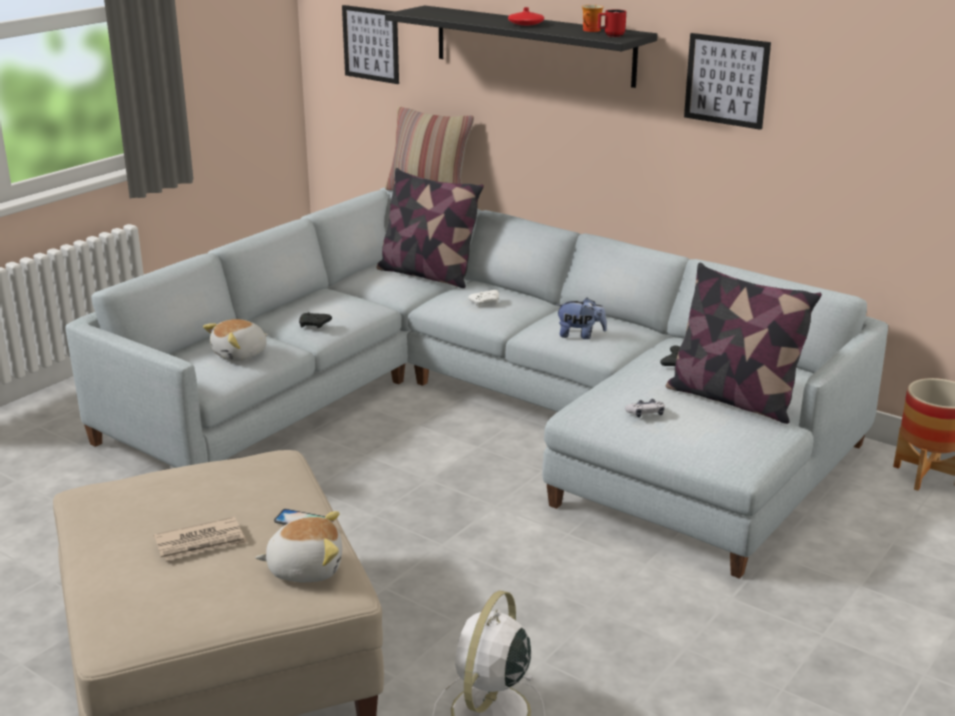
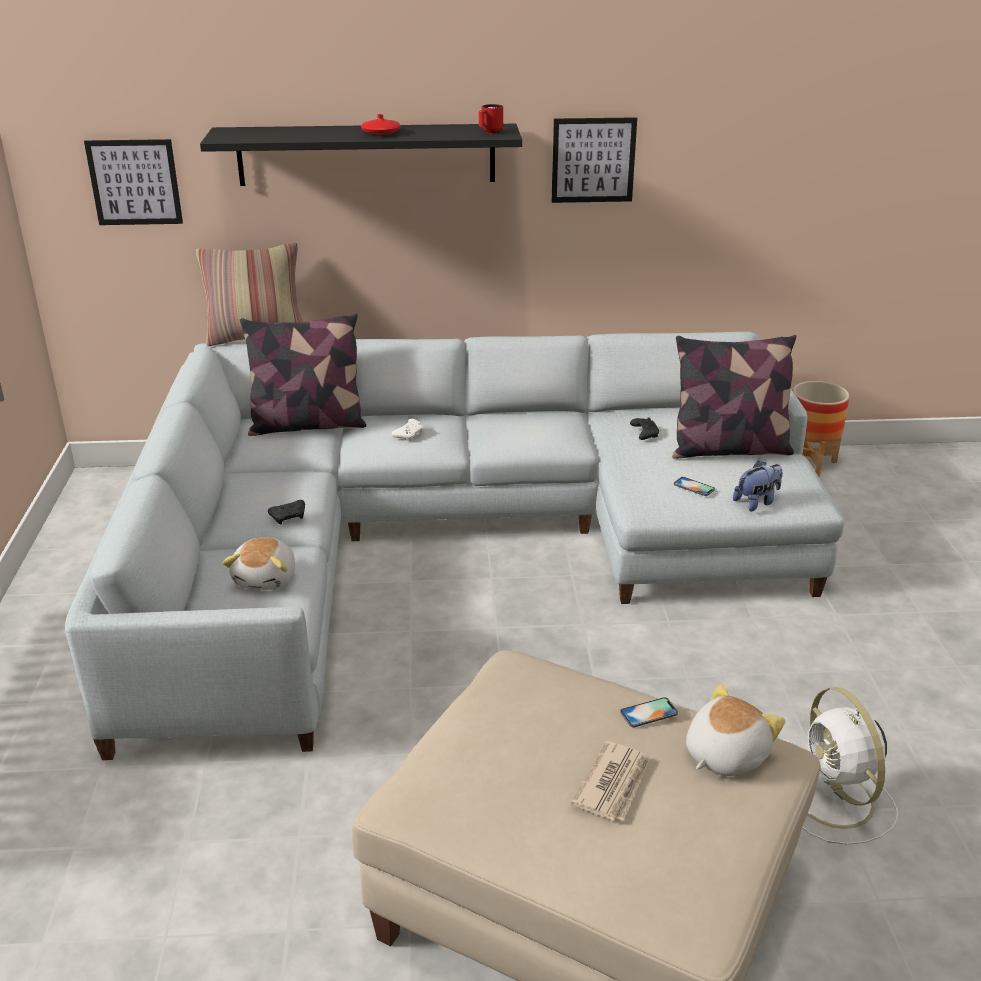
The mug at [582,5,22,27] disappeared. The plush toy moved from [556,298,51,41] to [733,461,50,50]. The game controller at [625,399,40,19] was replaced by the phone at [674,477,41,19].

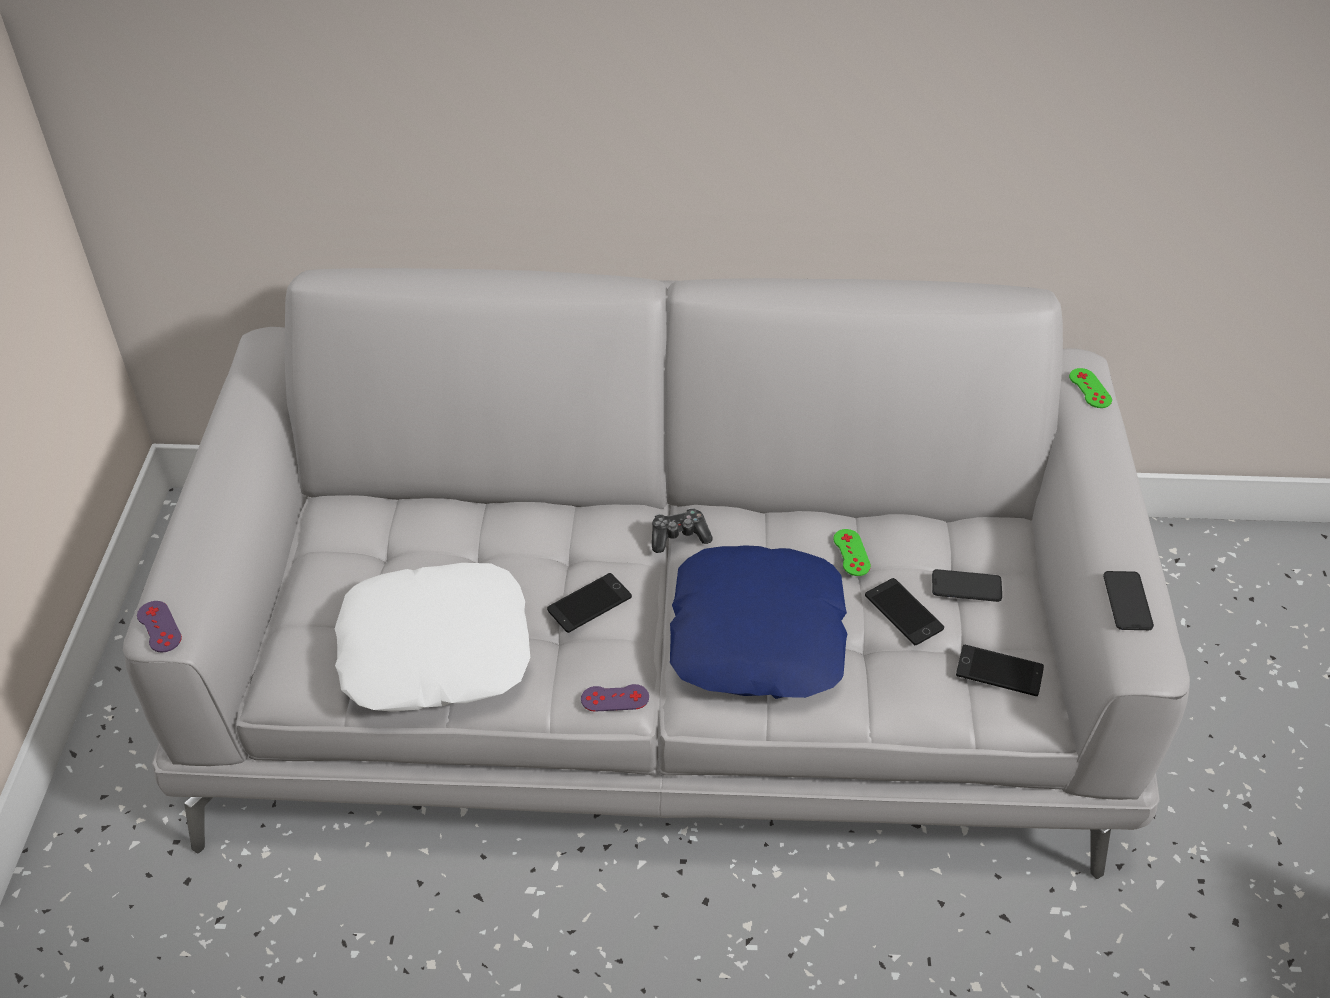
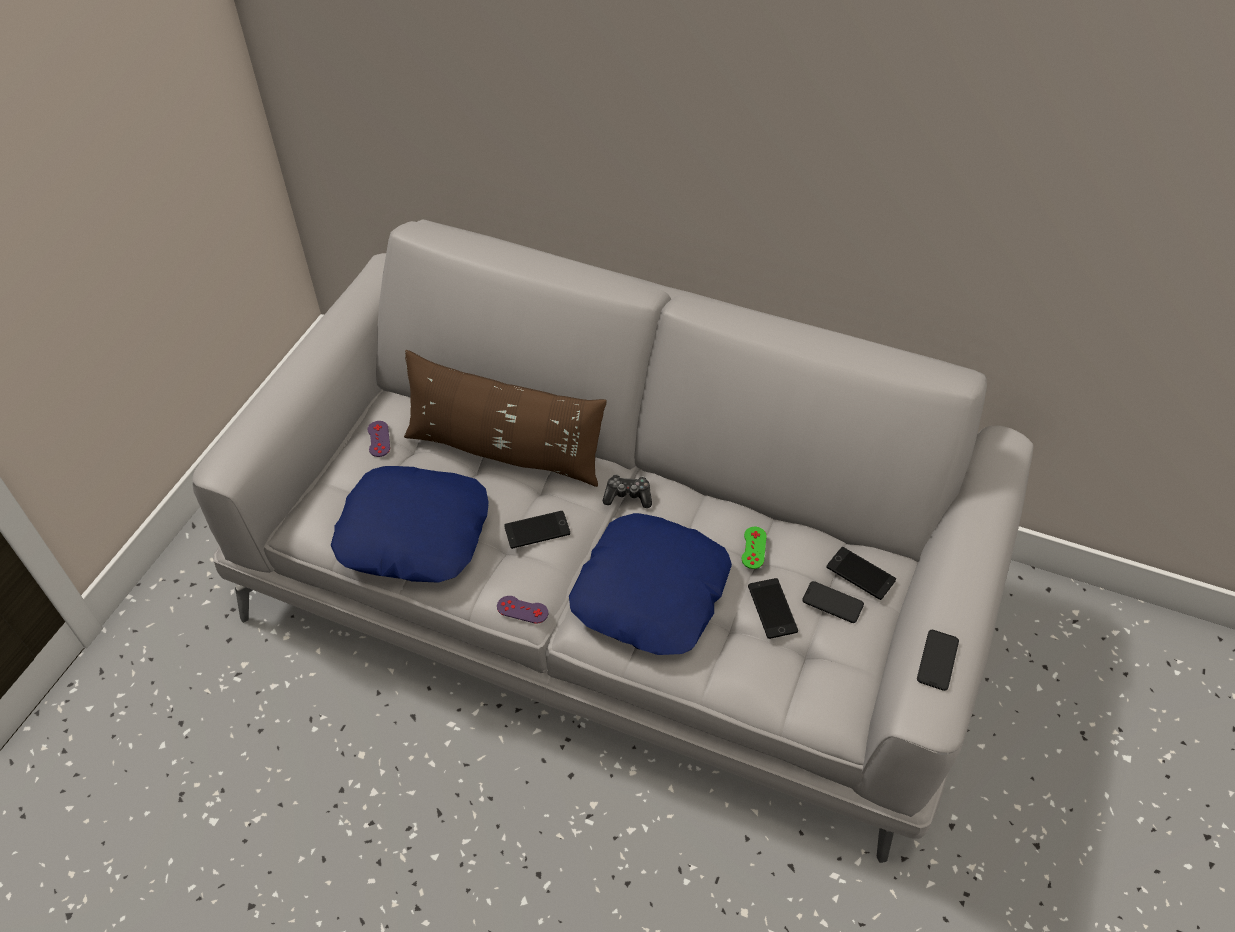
The green game controller at [1069,368,43,40] disappeared. The brown pillow at [404,350,203,137] appeared. The purple game controller moved from [137,601,45,52] to [367,421,23,36]. The phone moved from [956,645,88,51] to [826,547,70,53]. The white pillow at [335,563,195,148] became the blue pillow at [331,466,157,117].

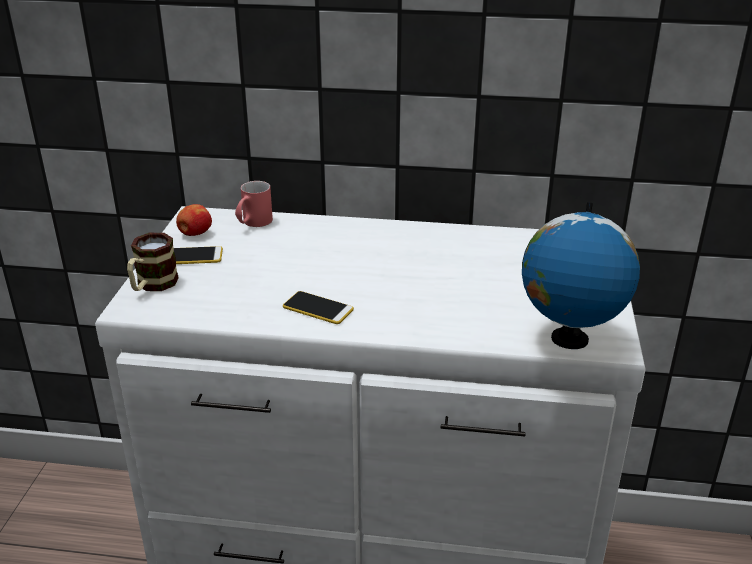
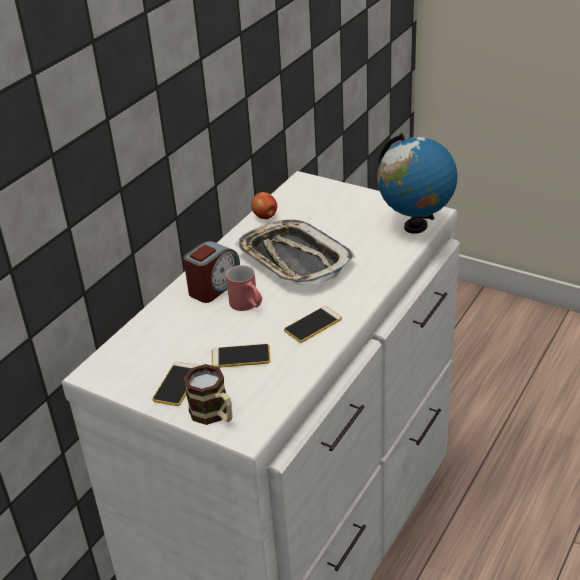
The alarm clock at [183,241,57,62] appeared. The phone at [212,344,58,24] appeared. The tray at [235,220,120,66] appeared. The apple moved from [176,204,36,32] to [251,192,26,27]. The red mug moved from [235,181,38,46] to [226,265,36,46].

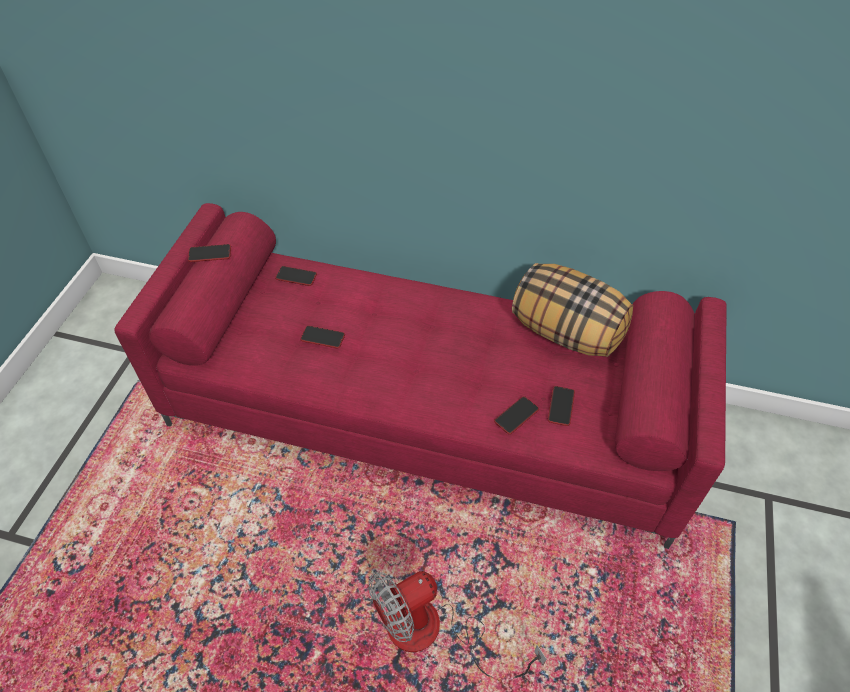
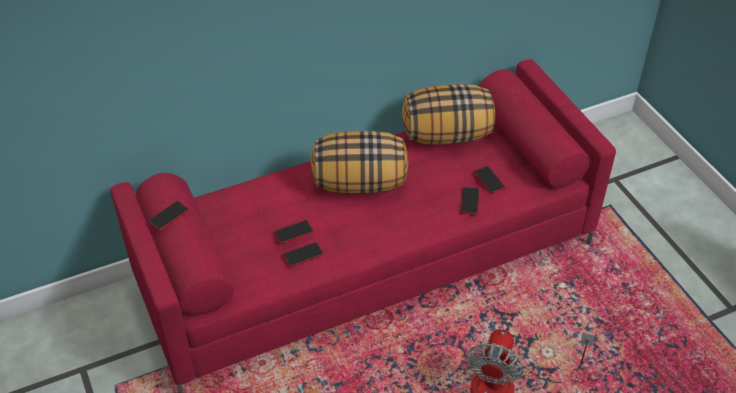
The pillow at [311,131,98,62] appeared. The phone moved from [275,266,42,20] to [283,242,40,25].

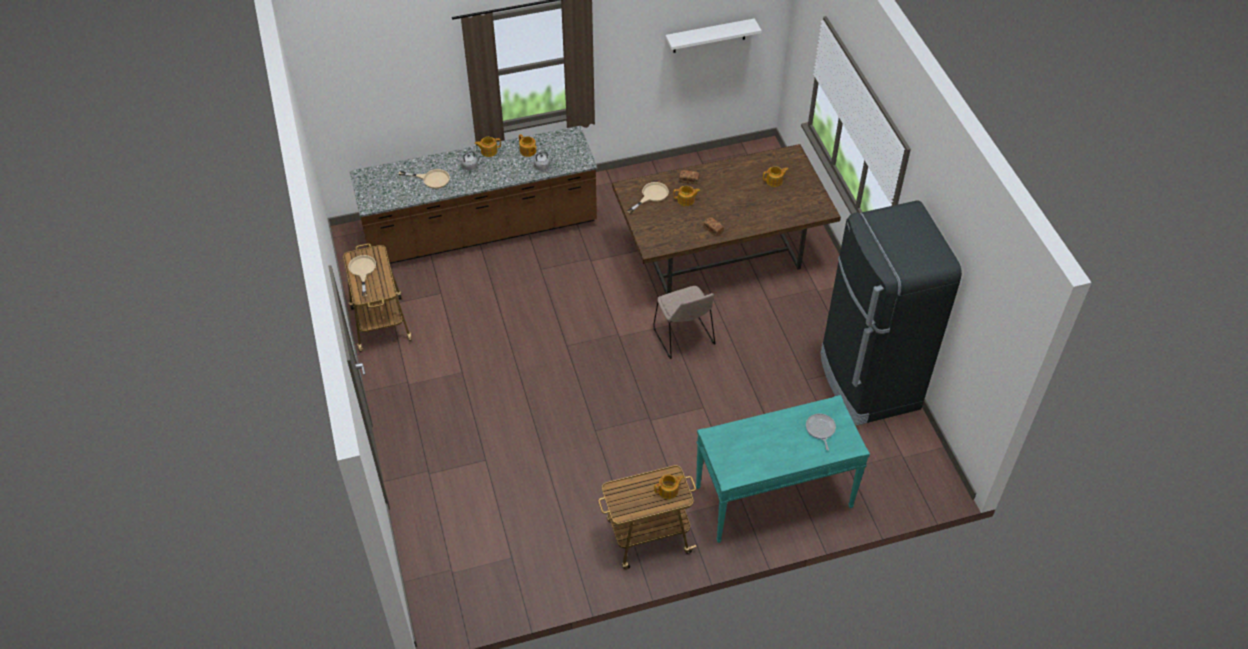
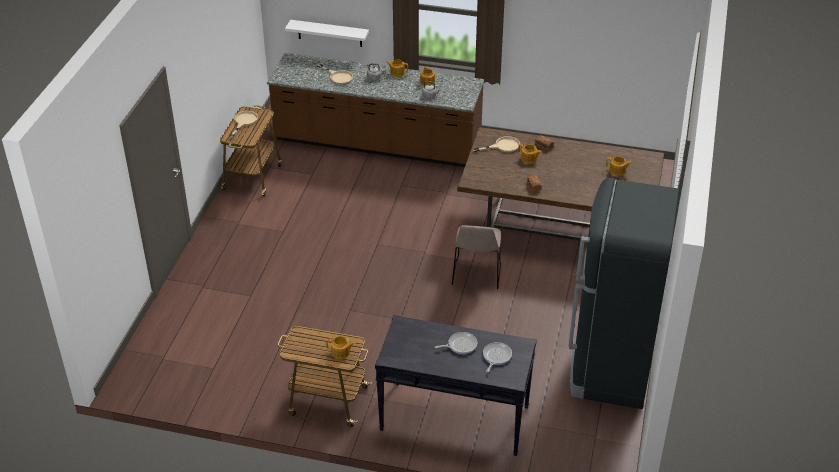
The frying pan at [435,332,42,22] appeared. The white shelf moved from [665,18,97,35] to [285,20,84,27]. The turquoise console table at [696,395,174,148] became the black console table at [375,315,162,141].

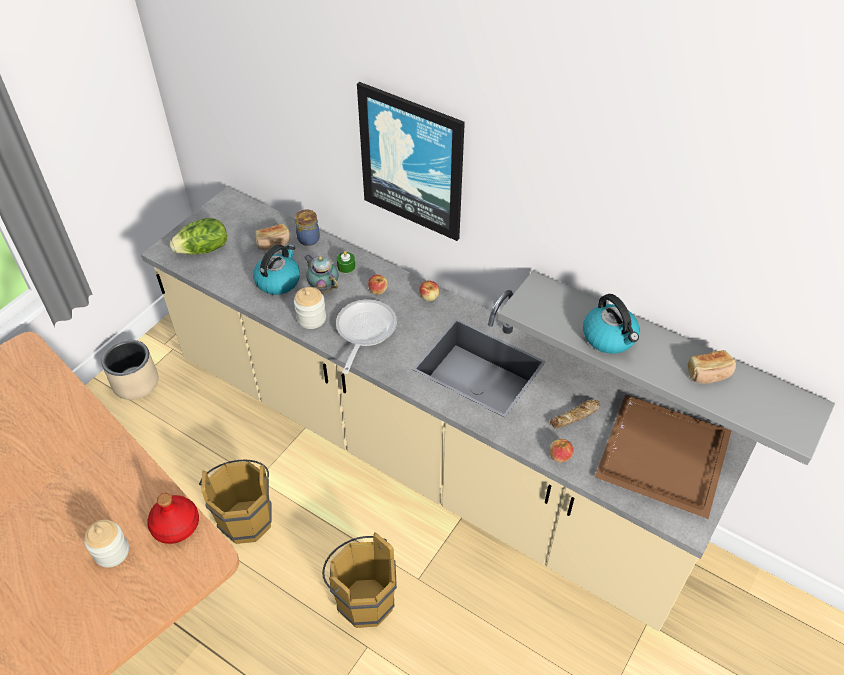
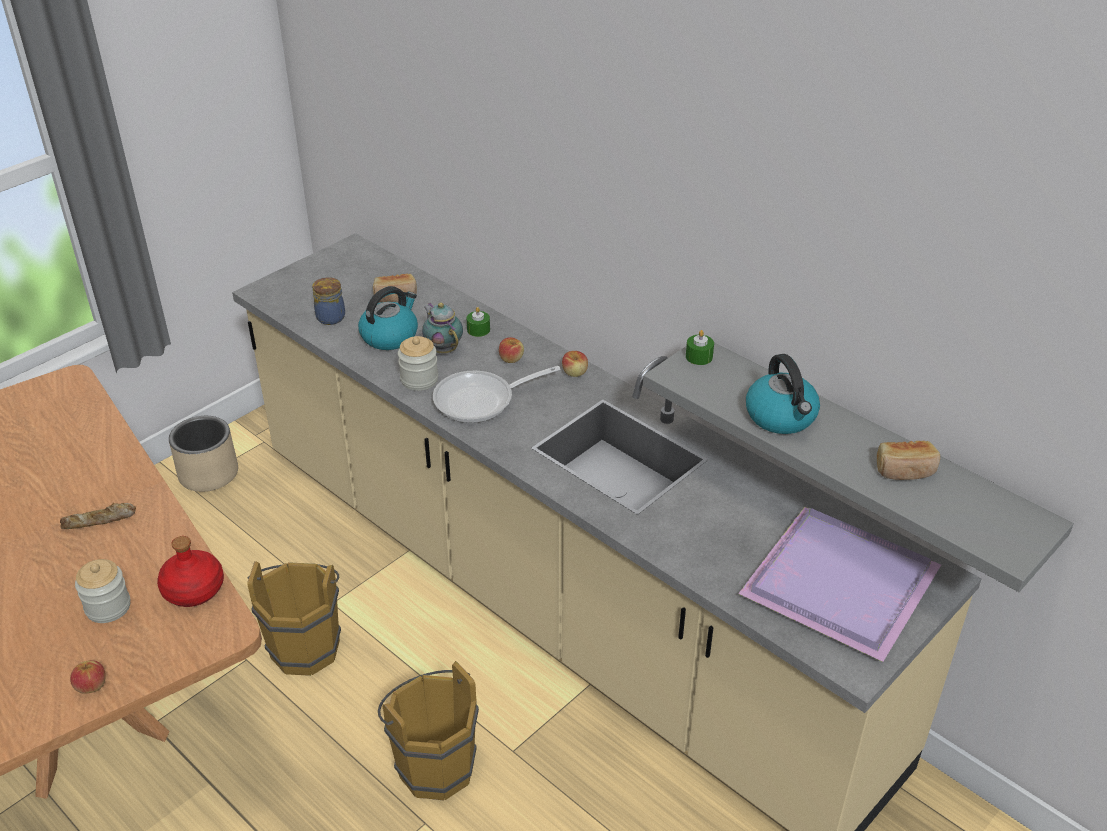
The lettuce at [170,218,57,37] disappeared. The picture at [357,82,108,159] disappeared. The green candle at [686,330,28,35] appeared. The jar moved from [295,210,25,36] to [312,277,33,48]. The apple moved from [549,439,25,23] to [70,660,36,34]. The bread moved from [550,399,50,29] to [60,503,76,26]. The brown tray at [595,394,137,125] became the purple tray at [738,507,203,155]. The frying pan at [336,299,61,75] turned 135 degrees counterclockwise.

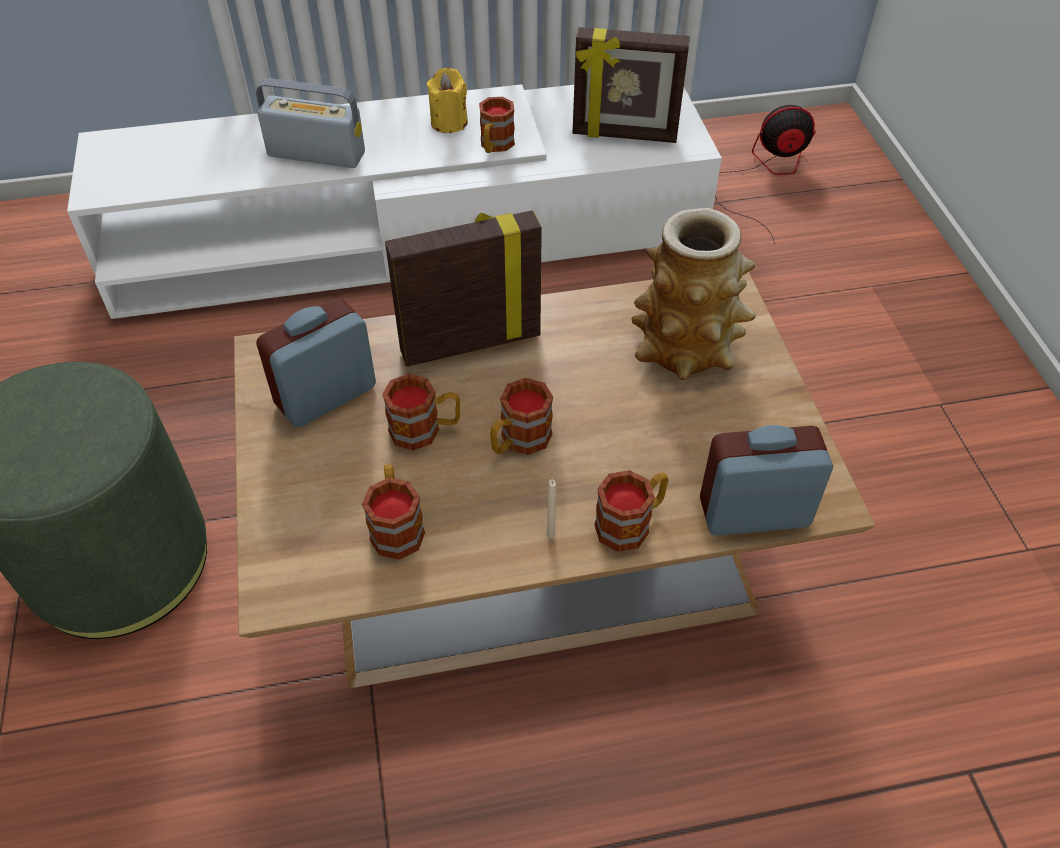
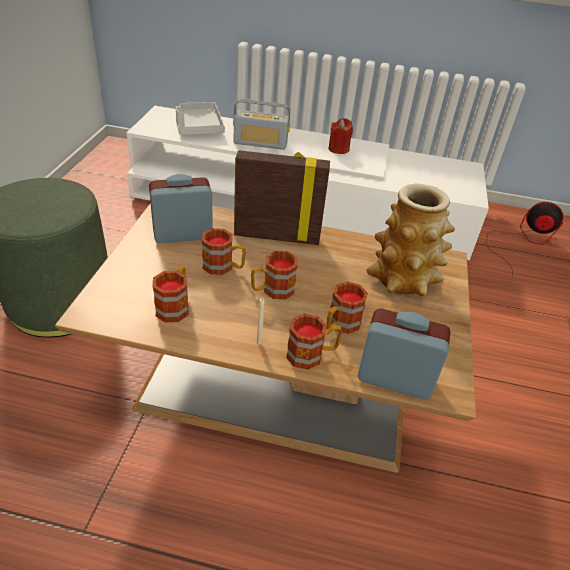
The picture frame at [573,27,117,116] disappeared. The grey tray at [176,102,49,33] appeared. The mug moved from [479,97,36,56] to [326,281,42,53]. The yellow candle at [427,68,41,65] became the red candle at [328,118,25,36]. The radio at [256,79,109,89] turned 150 degrees clockwise.

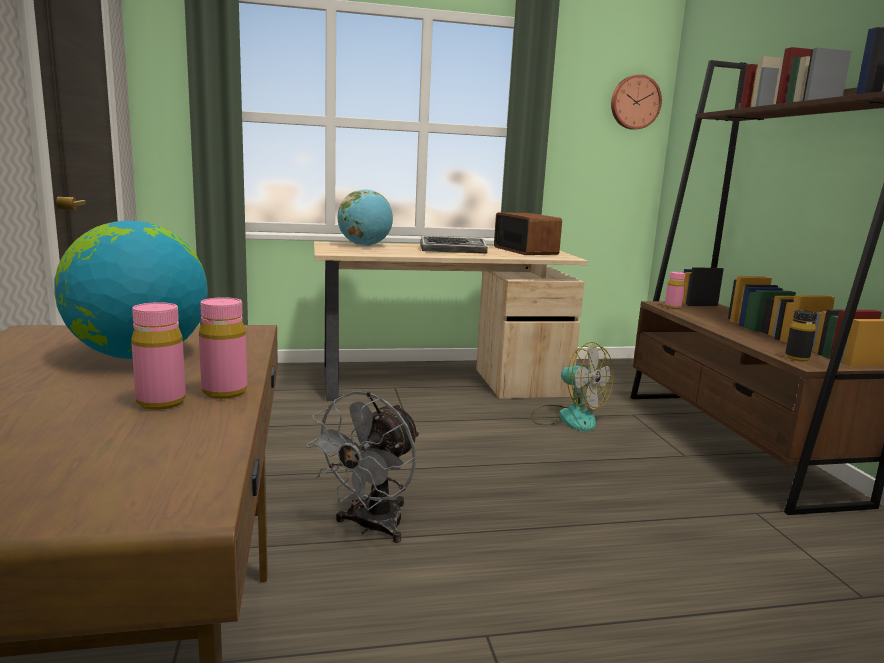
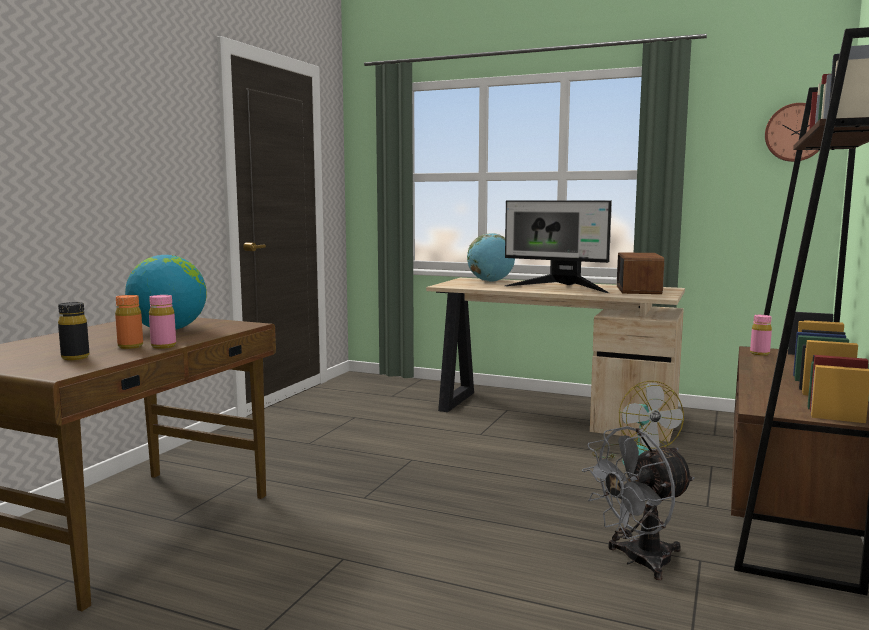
The grey fan moved from [306,391,114,152] to [582,426,113,154]. The black bottle moved from [785,310,32,51] to [58,302,31,58]. The keyboard at [420,236,68,18] was replaced by the monitor at [505,200,107,93]. The pink bottle at [131,302,55,108] became the orange bottle at [115,295,28,54].

